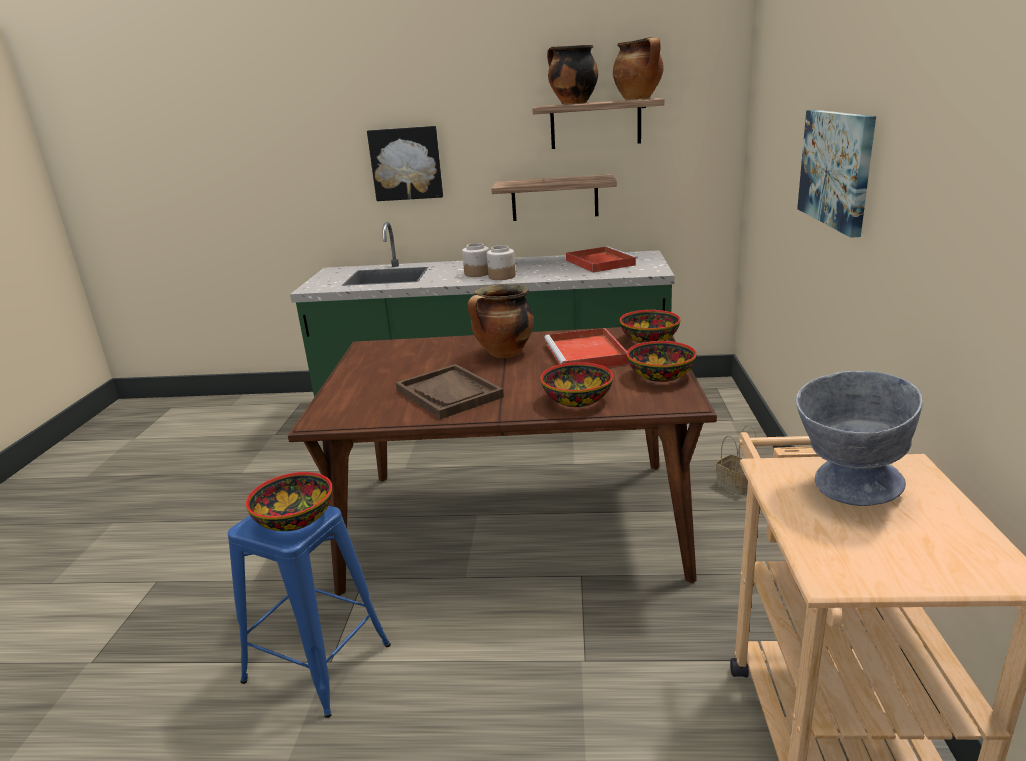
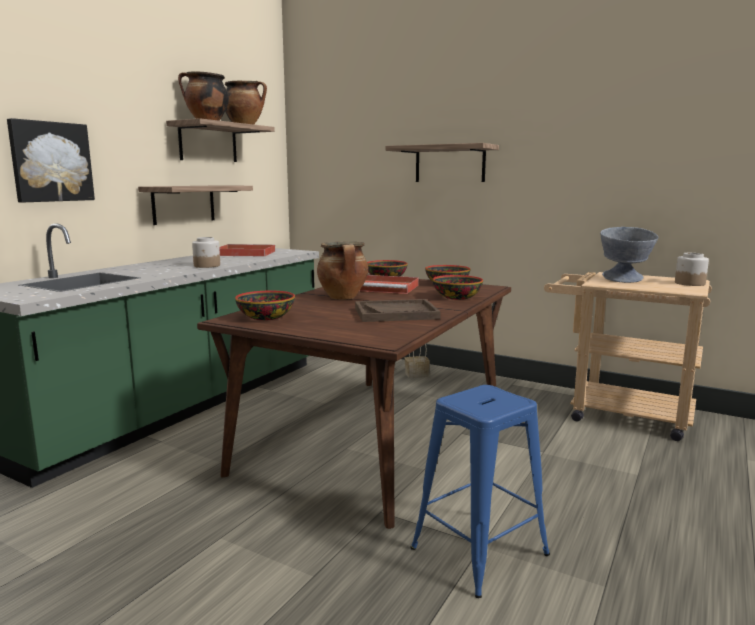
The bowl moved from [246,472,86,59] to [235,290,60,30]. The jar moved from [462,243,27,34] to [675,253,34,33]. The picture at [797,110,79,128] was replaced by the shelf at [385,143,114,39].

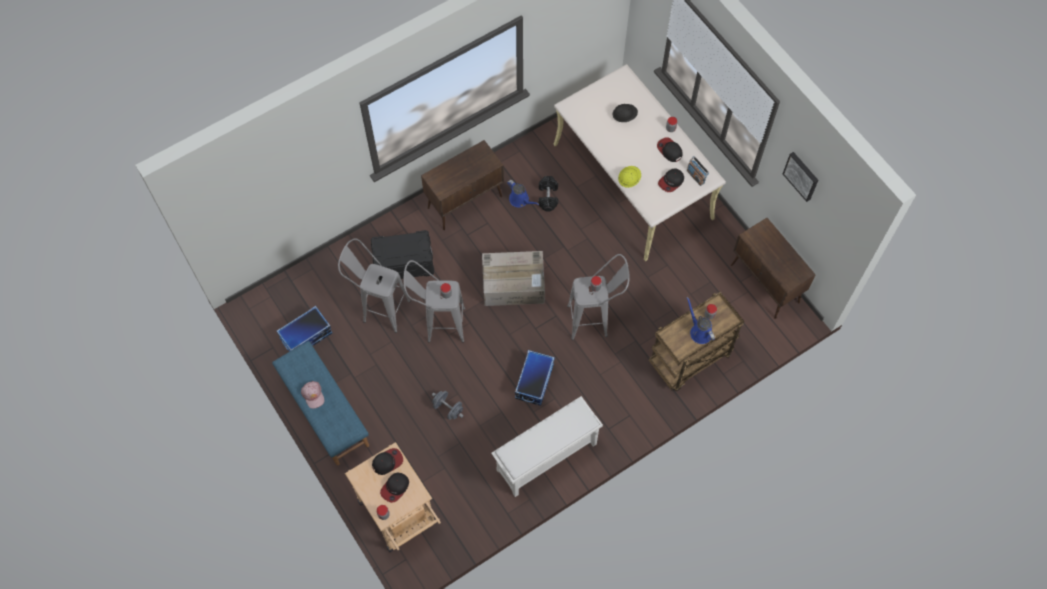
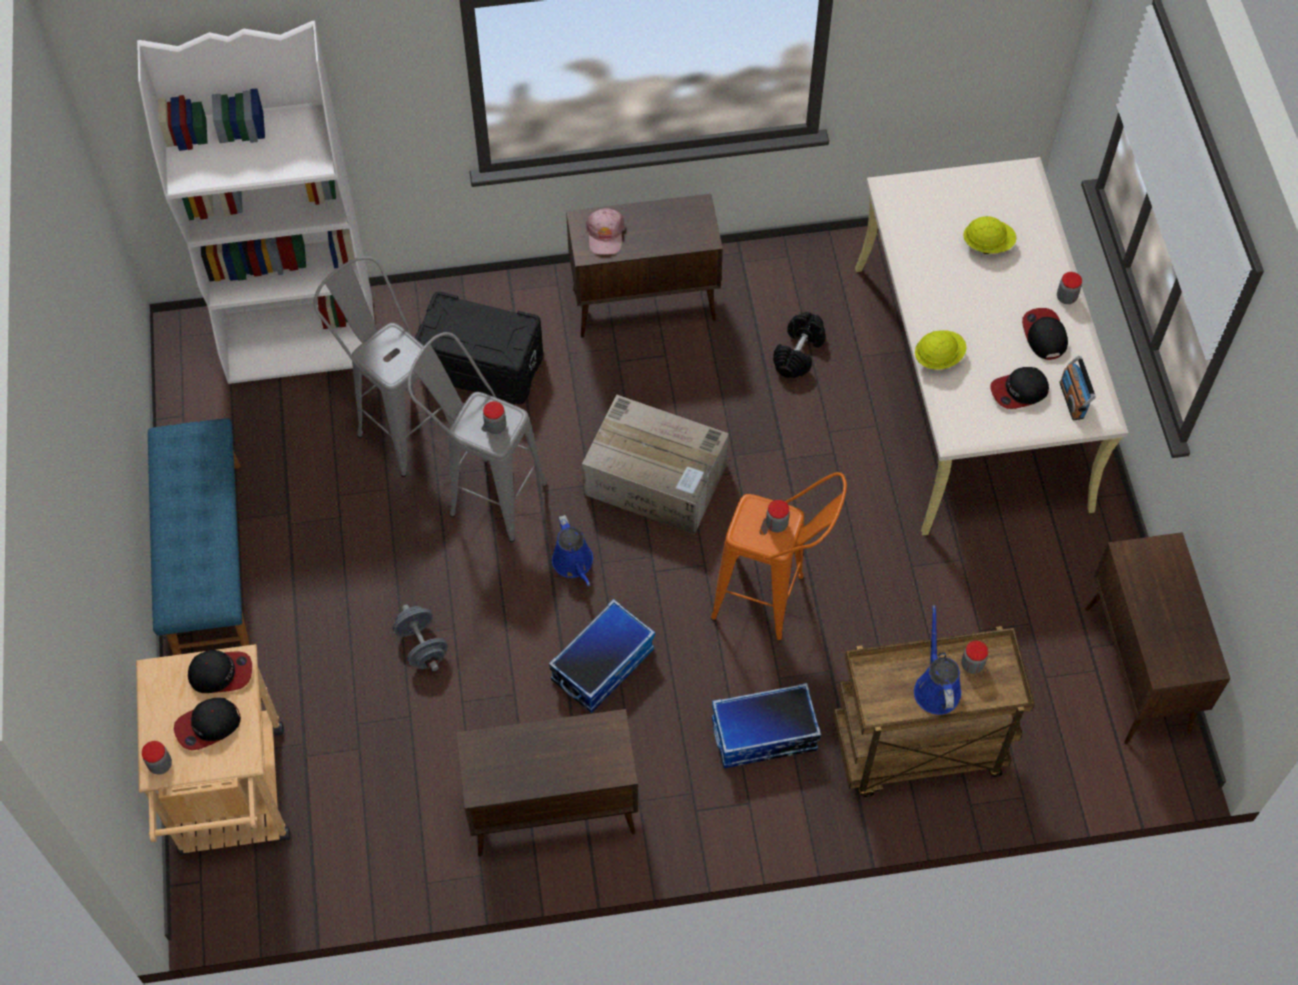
The picture at [783,152,35,50] disappeared. The white bookcase at [137,21,238,363] appeared. The storage box moved from [277,306,55,46] to [712,683,109,85]. The pink cap moved from [301,381,24,28] to [586,208,38,47]. The blue watering can moved from [507,180,32,27] to [552,515,41,71]. The white shoe rack at [491,396,112,101] was replaced by the brown cabinet at [456,709,182,147]. The grey stool at [567,254,63,86] became the orange stool at [711,472,136,169]. The black hard hat at [613,104,25,18] became the yellow hard hat at [963,216,54,38].

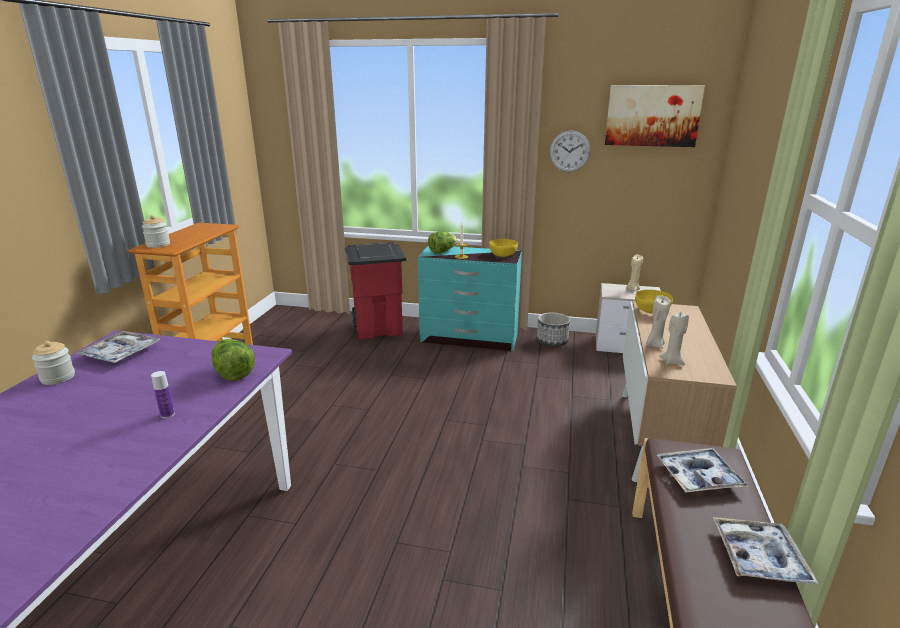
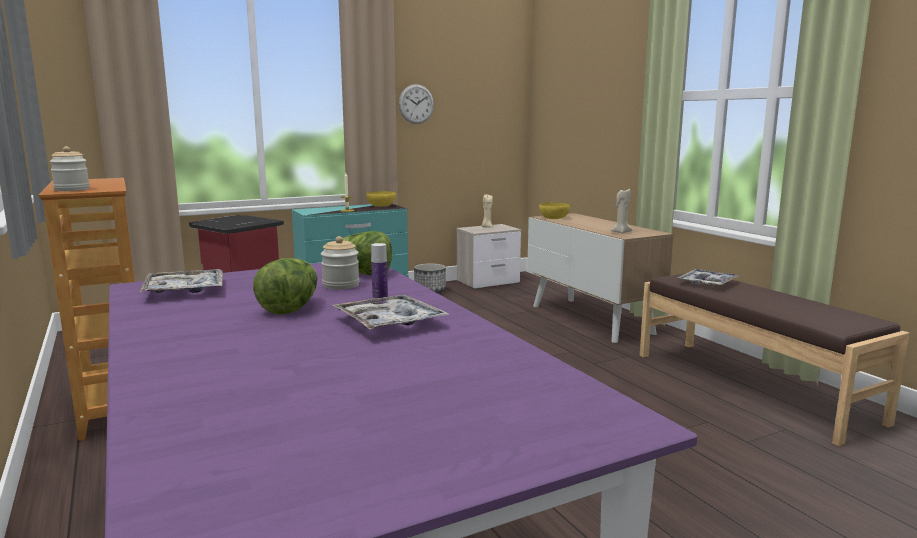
The picture at [605,85,100,62] disappeared. The beige candle at [646,295,25,54] disappeared. The jar moved from [32,341,43,44] to [321,236,39,54]. The lettuce moved from [428,231,29,23] to [253,258,64,57]. The tray moved from [713,517,106,68] to [333,295,116,34].

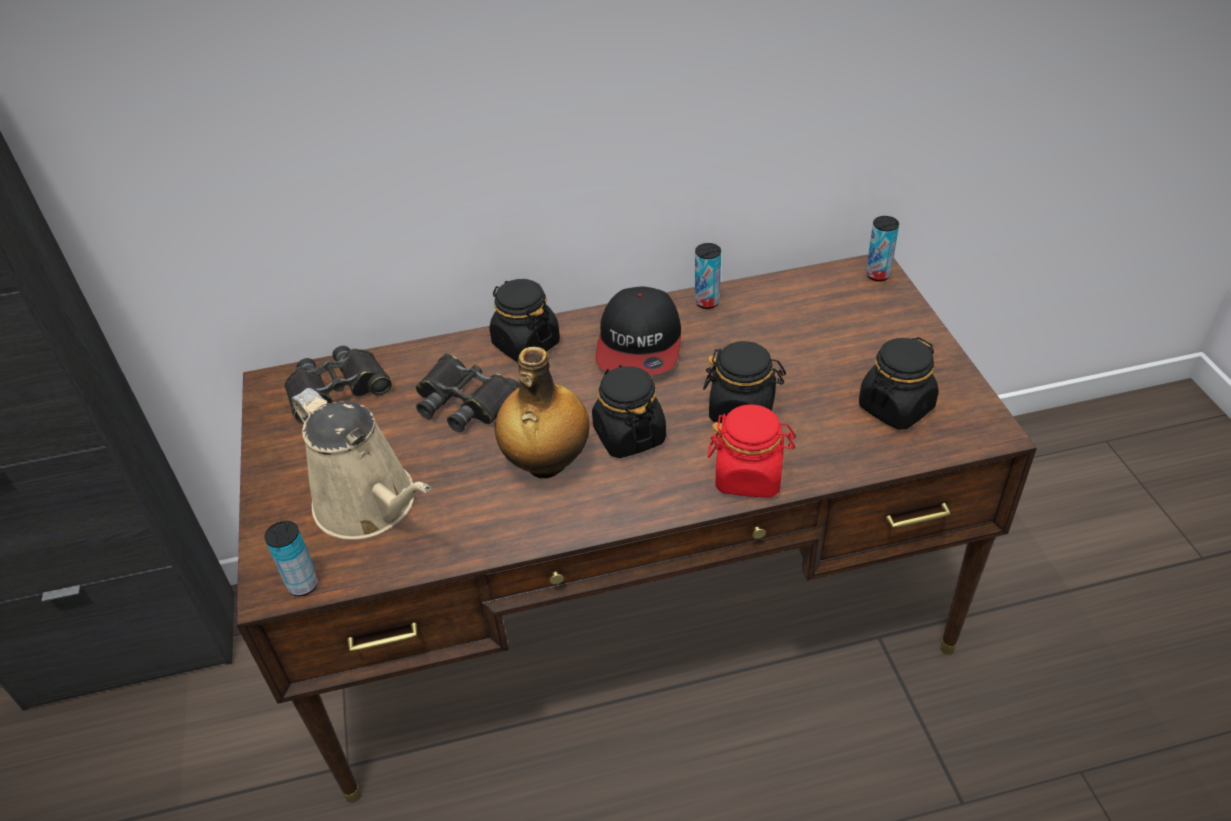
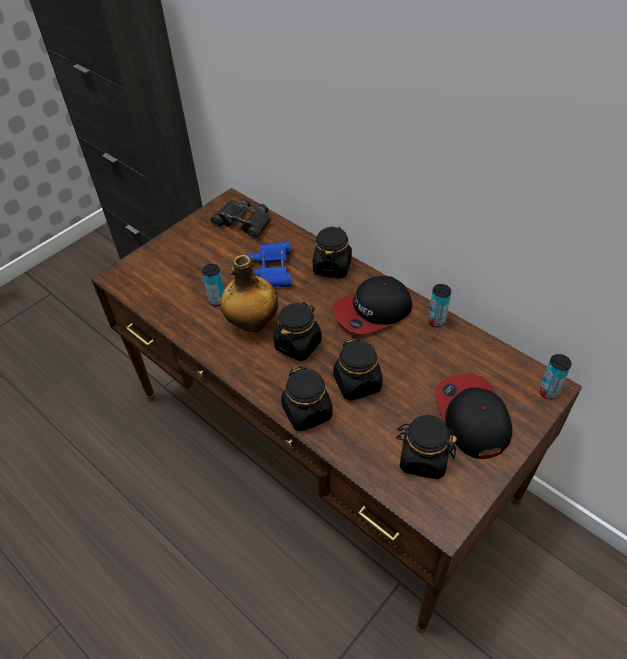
The beige watering can at [292,388,139,152] disappeared. The cap at [435,374,78,85] appeared. The can moved from [264,521,54,75] to [202,264,22,42]. The black binoculars at [416,353,104,79] became the blue binoculars at [247,241,45,46]. The red jar at [708,404,88,94] became the black jar at [281,366,52,66].

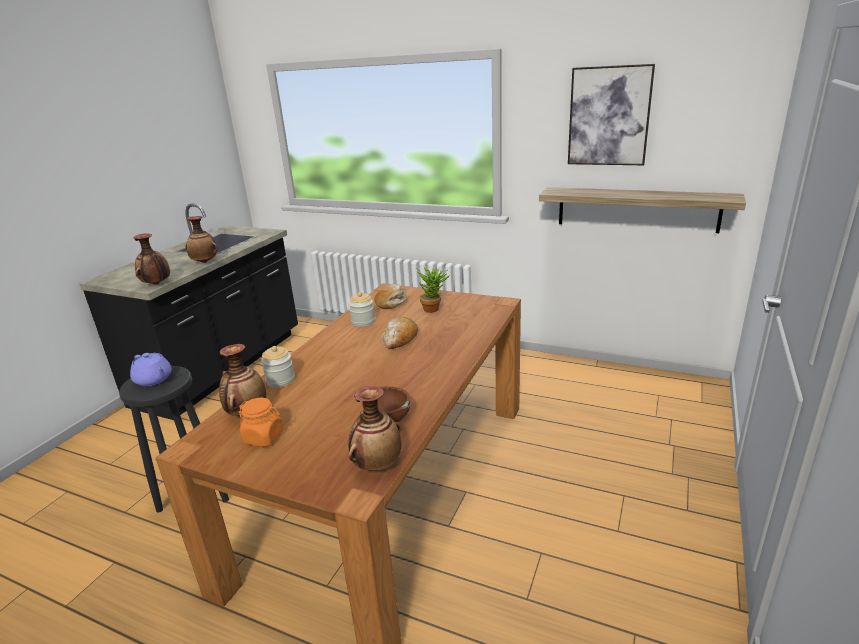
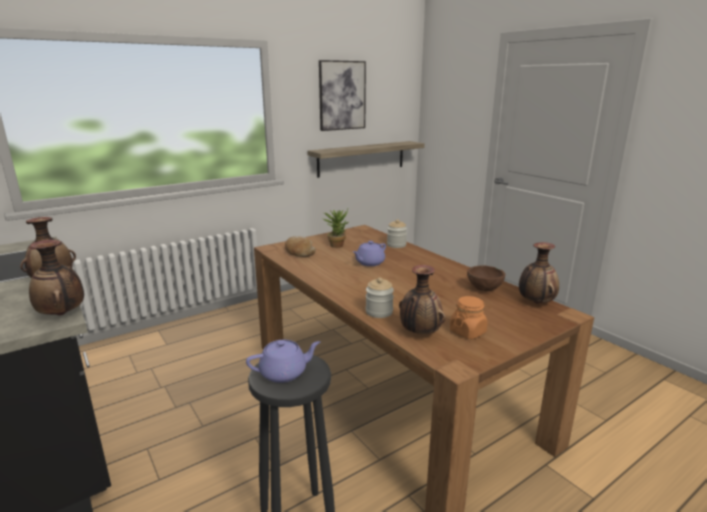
The jar moved from [349,292,26,35] to [387,219,20,29]. The bread at [382,317,36,32] was replaced by the purple teapot at [353,241,33,25].

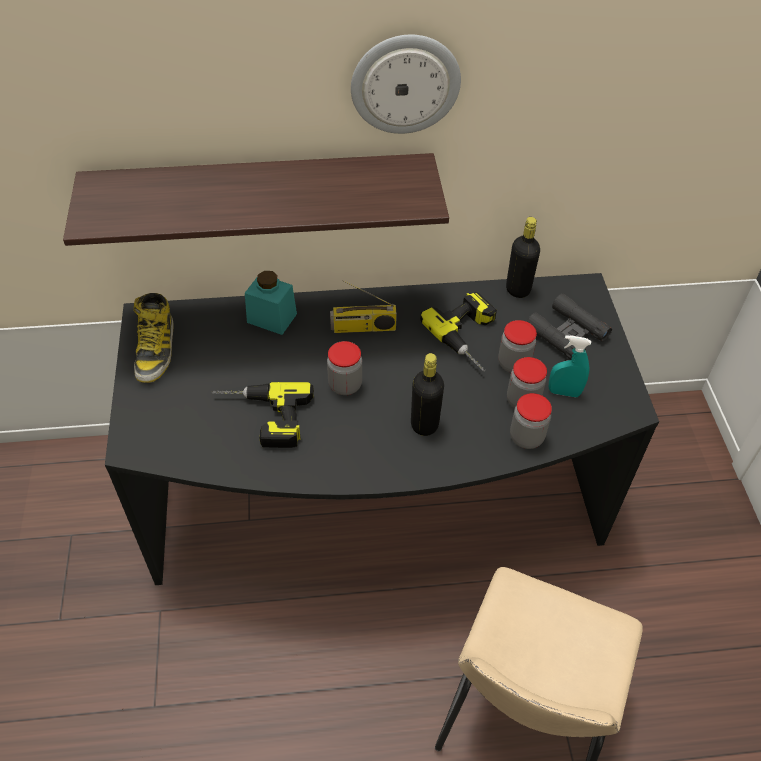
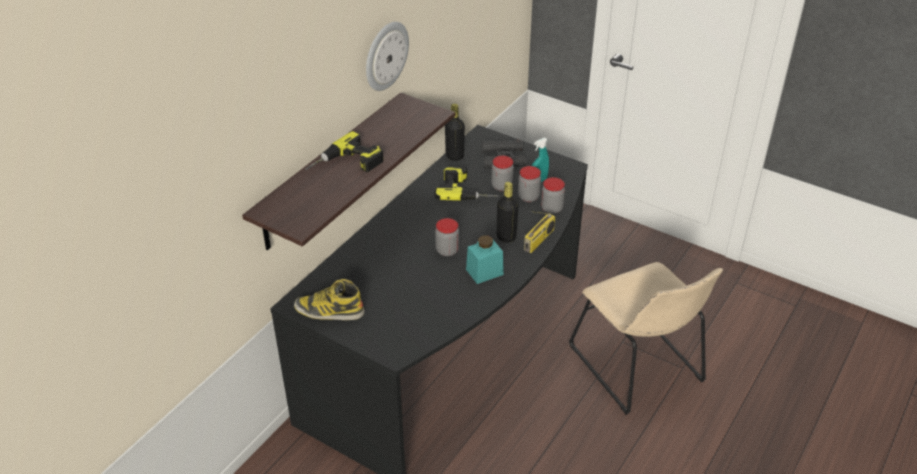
The power drill moved from [211,382,103,66] to [305,131,78,41]. The turquoise jar moved from [245,271,52,64] to [466,235,38,49]. The radio moved from [330,280,67,53] to [524,211,31,42]. The boot at [134,293,40,90] turned 150 degrees clockwise.

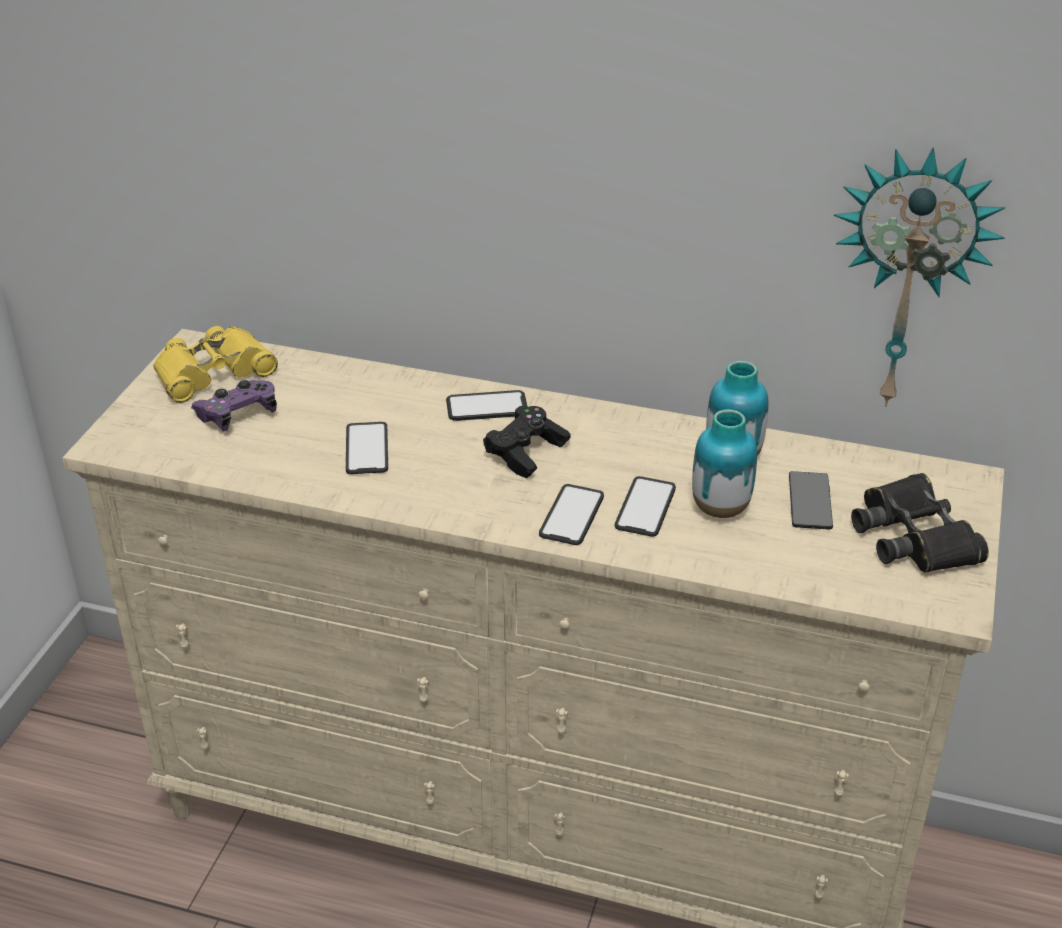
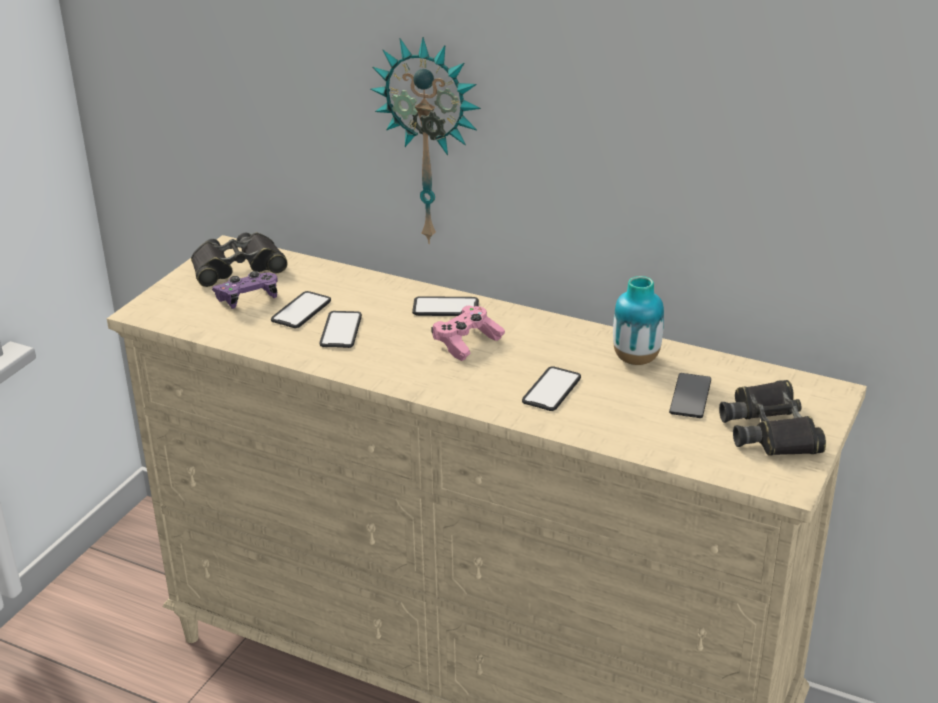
The vase at [692,409,65,109] disappeared. The phone moved from [539,484,65,61] to [271,291,60,37]. The wall clock moved from [834,147,171,260] to [370,37,111,207]. The yellow binoculars at [154,326,124,77] became the black binoculars at [191,232,97,55]. The black game controller at [483,406,87,72] became the pink game controller at [431,305,74,56].

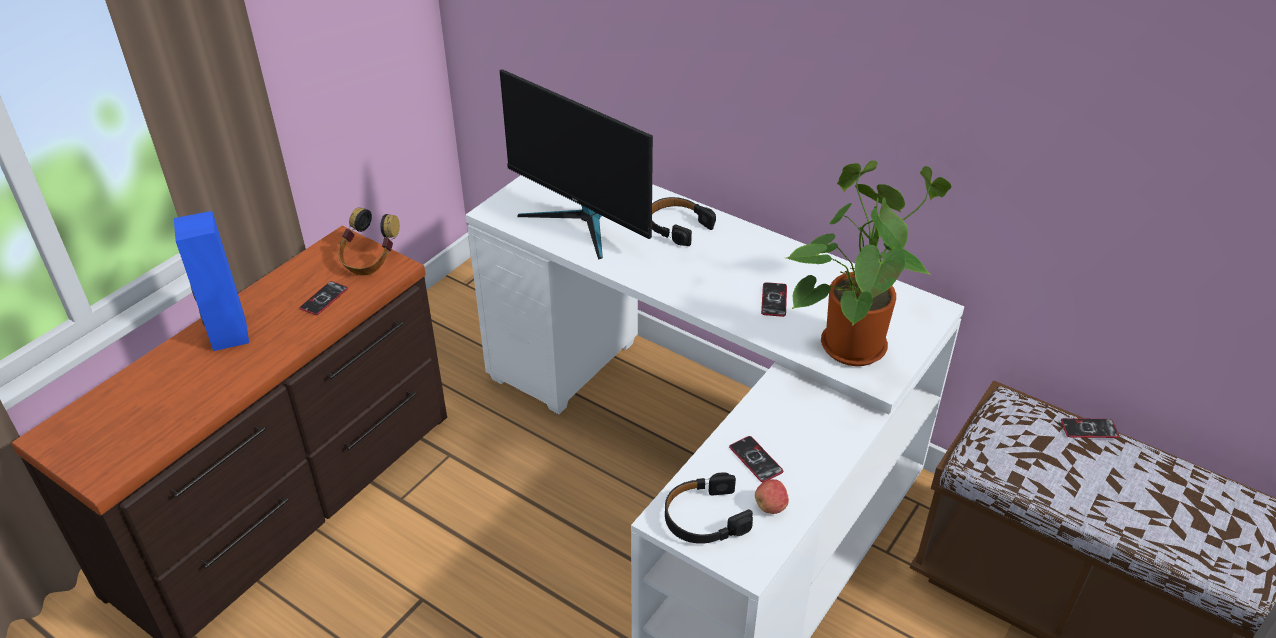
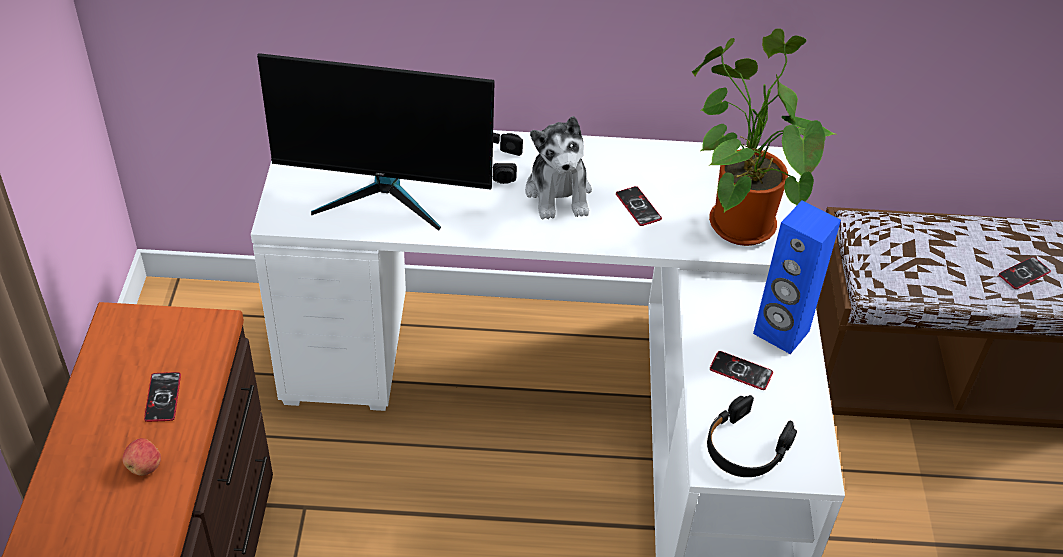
The headphones at [338,208,62,67] disappeared. The plush toy at [525,116,67,104] appeared. The blue speaker moved from [174,211,75,140] to [753,201,88,153]. The apple moved from [755,479,34,35] to [122,438,39,38]. The phone moved from [1061,418,58,20] to [999,257,52,32].

